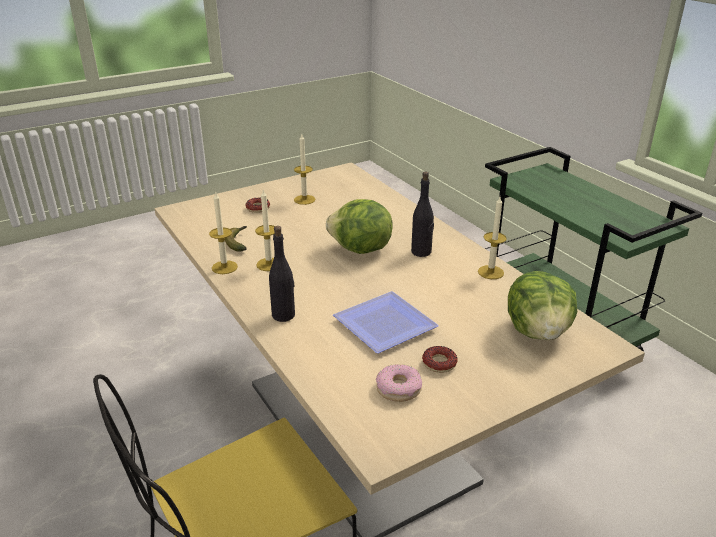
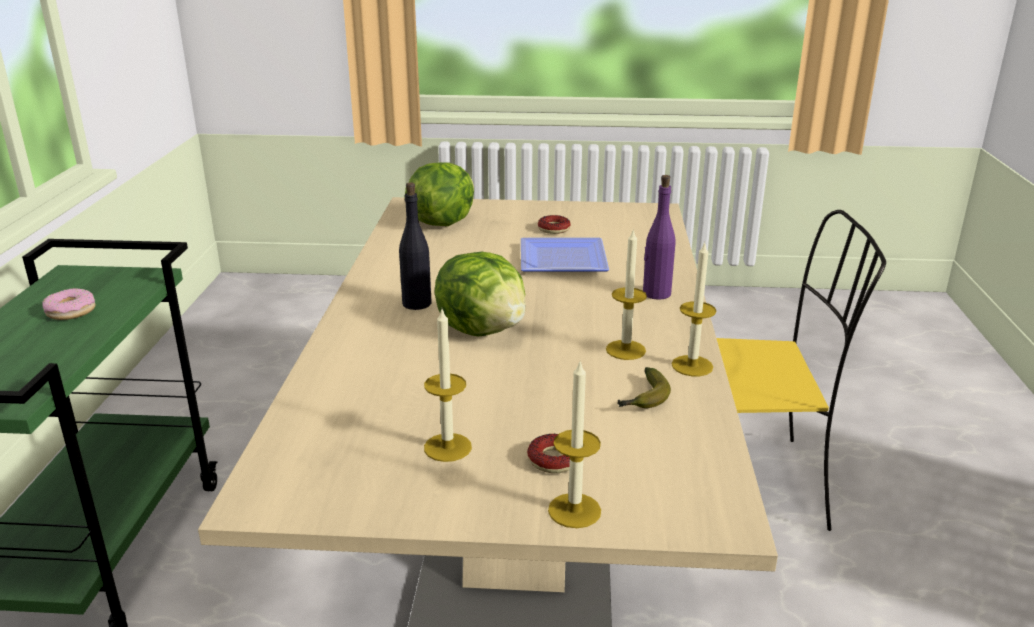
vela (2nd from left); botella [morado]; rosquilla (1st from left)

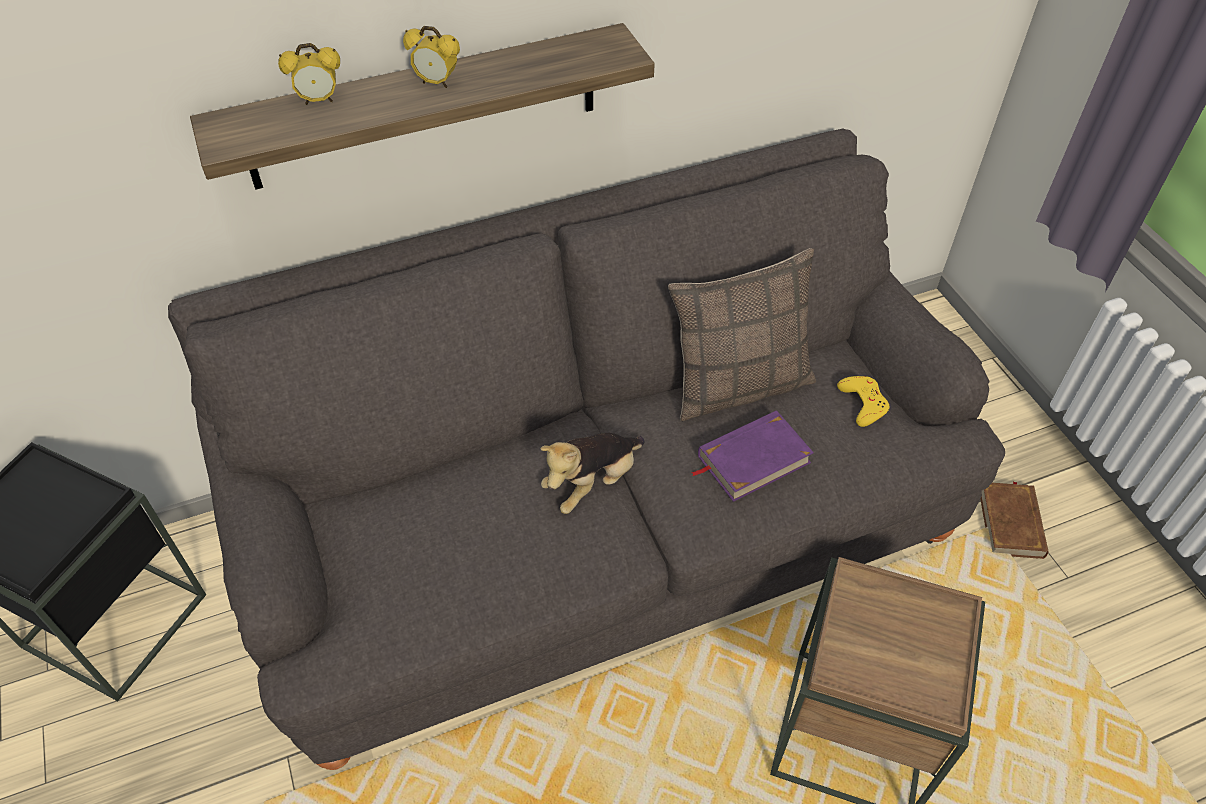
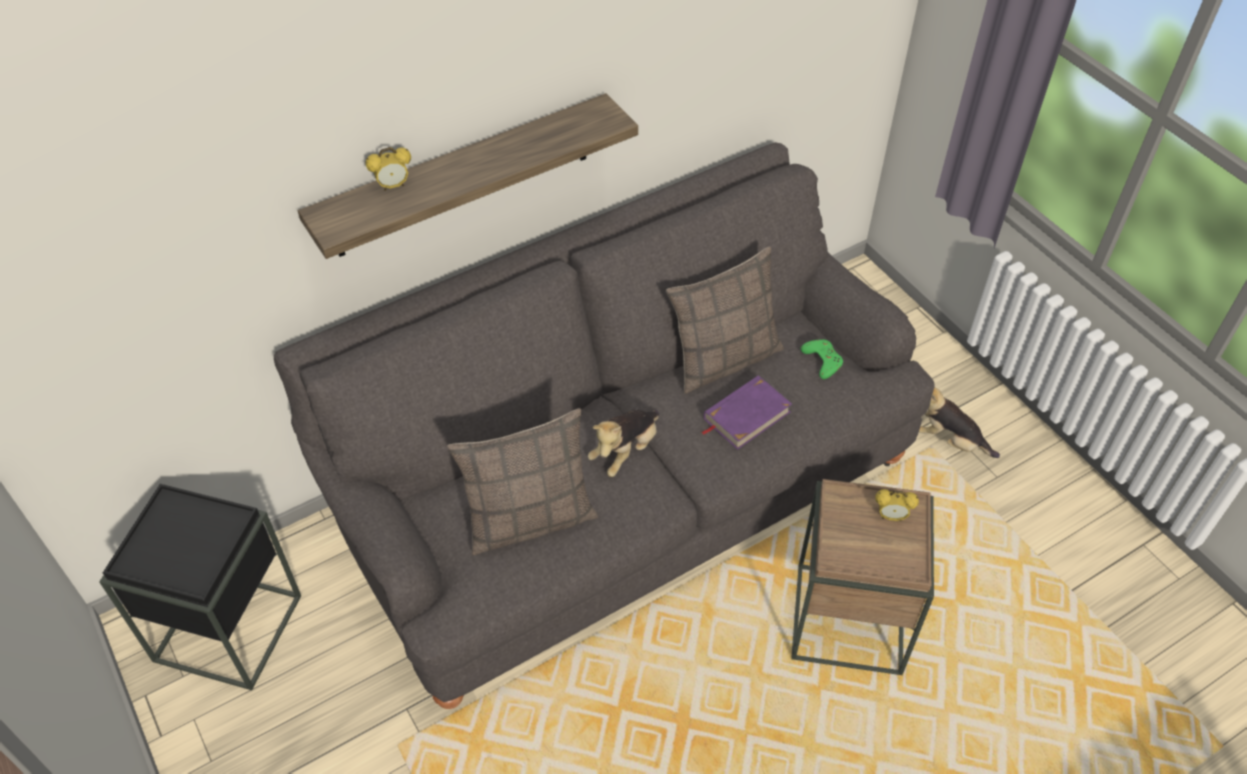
despertador (2nd from left); mando de consola [verde]; peluche (2nd from left); cojín (1st from left)

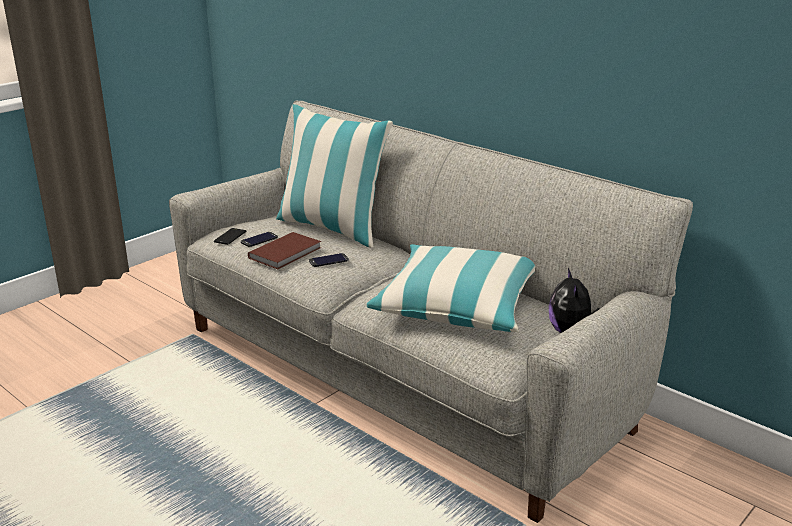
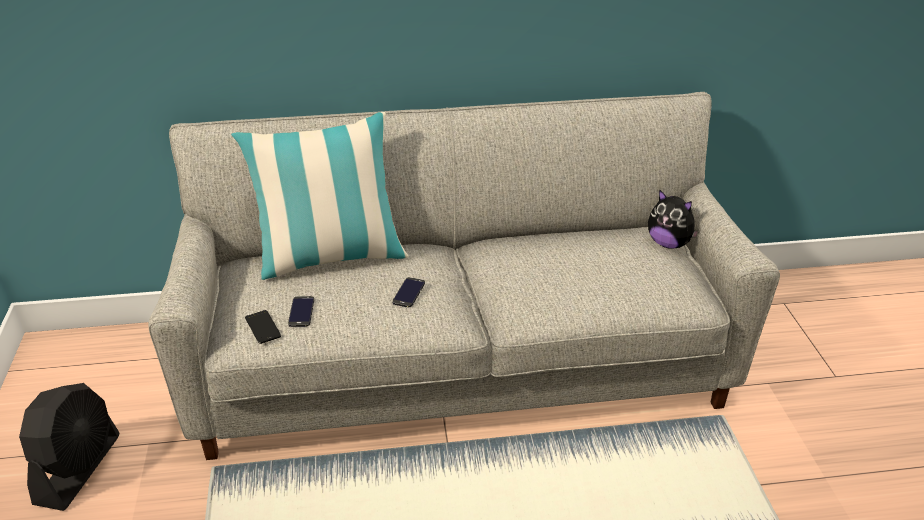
libro [marrón]; cojín (2nd from left in the first image); ventilador [negro]

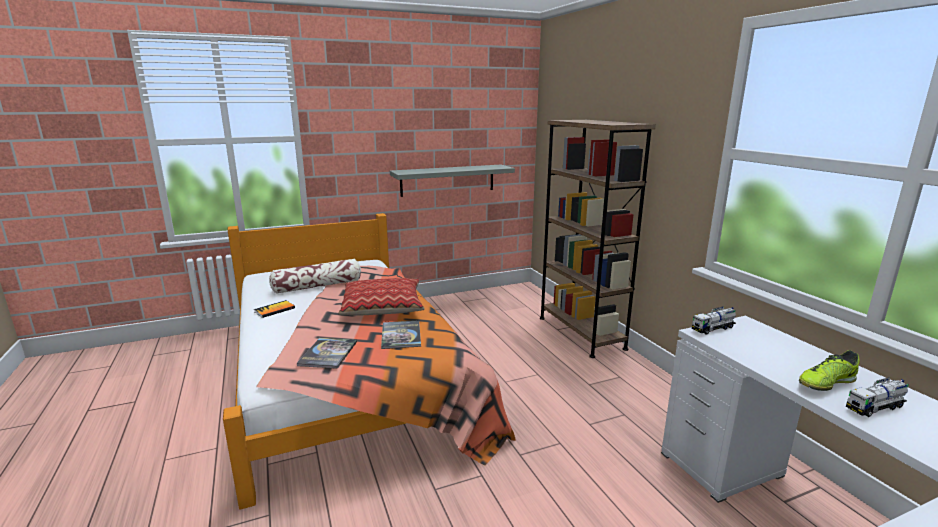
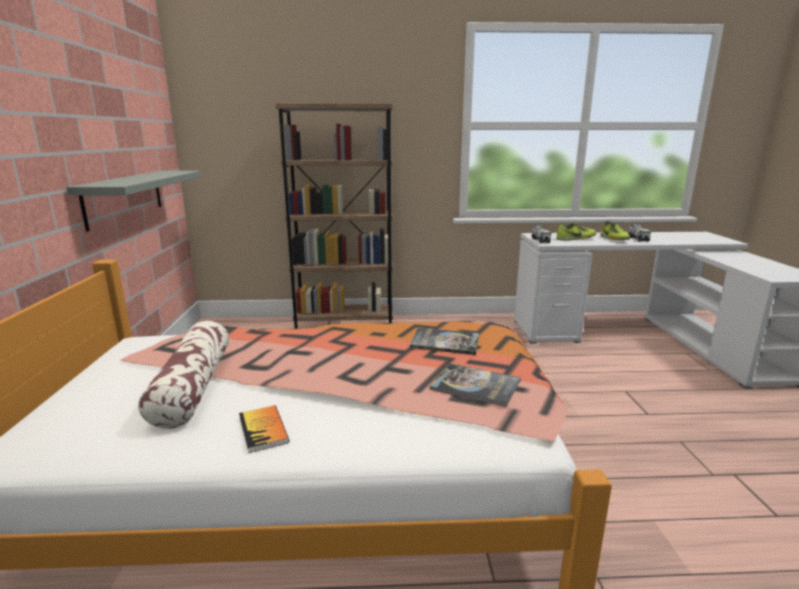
cojín (2nd from left in the first image); zapato (1st from left)

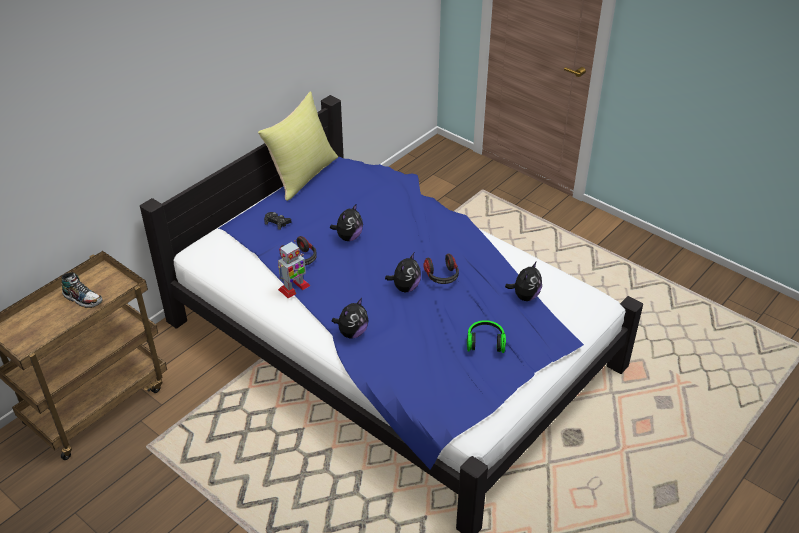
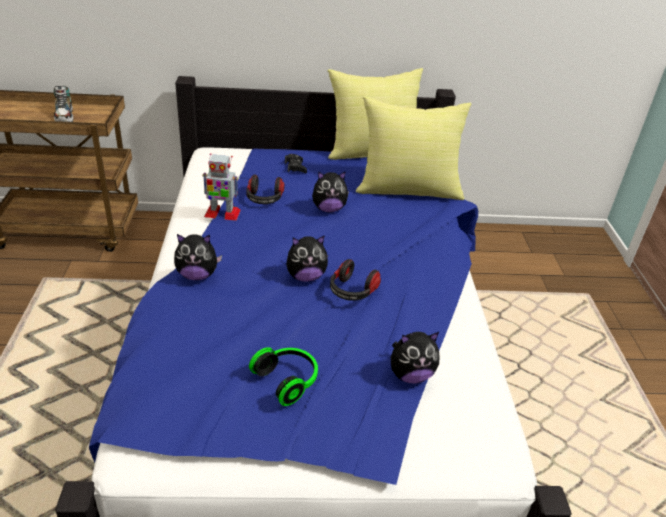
cojín [amarillo] (2nd from left)

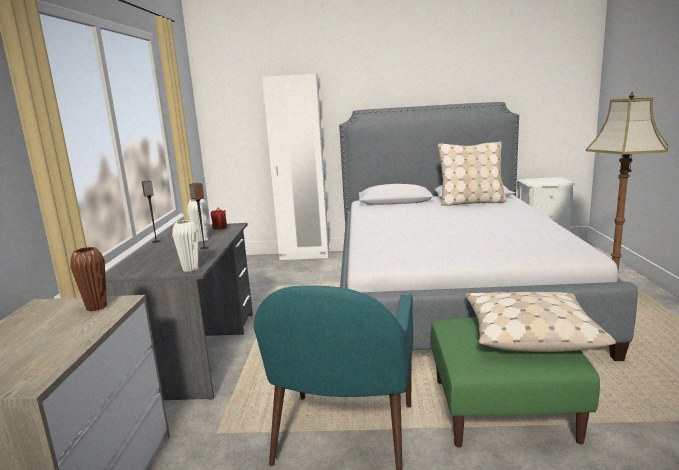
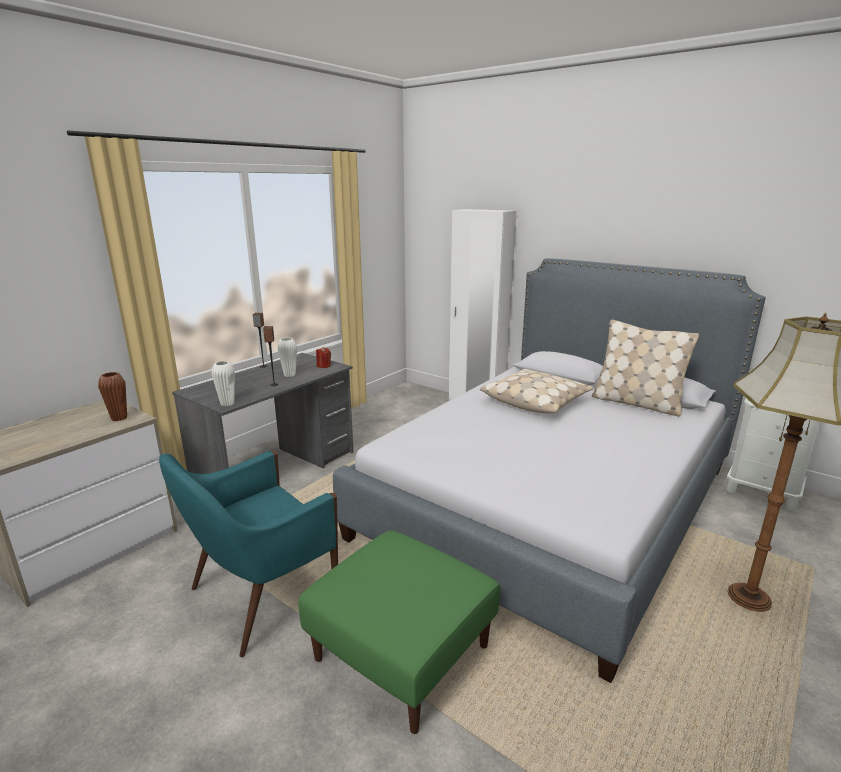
cojín [beis] (1st from left)

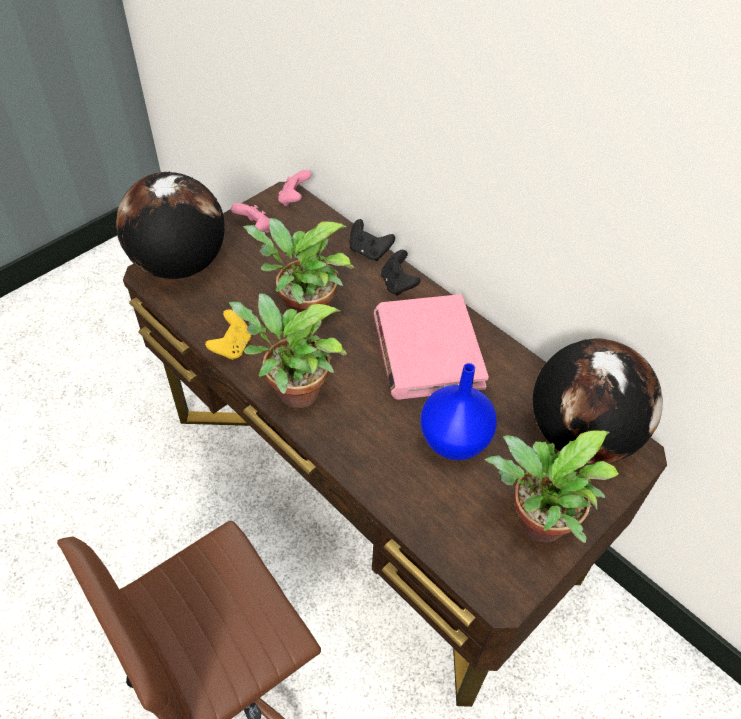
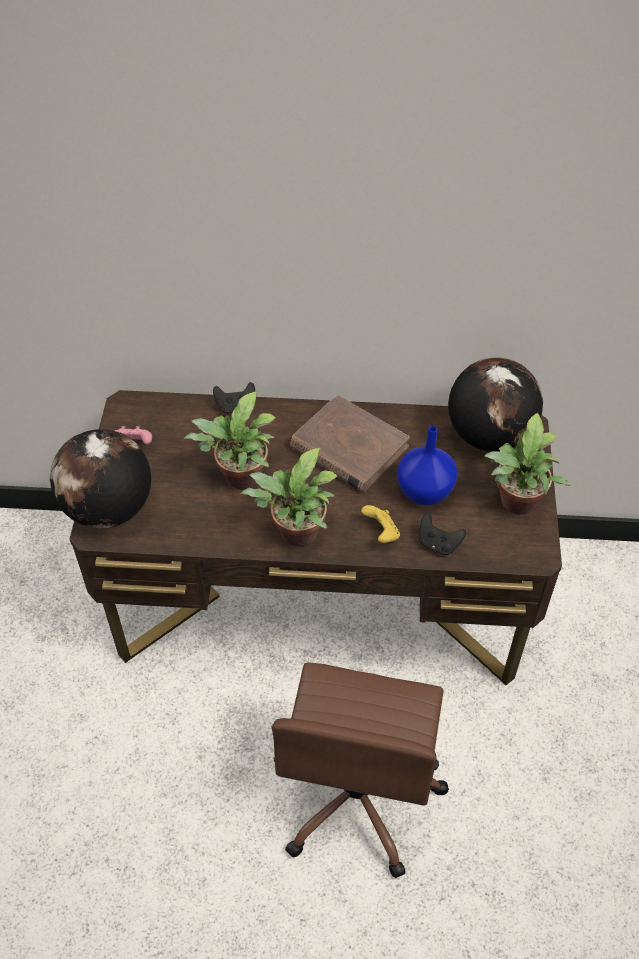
mando de consola [rosa] (2nd from left in the first image); mando de consola [negro] (2nd from left); libro [marrón]; mando de consola [amarillo]

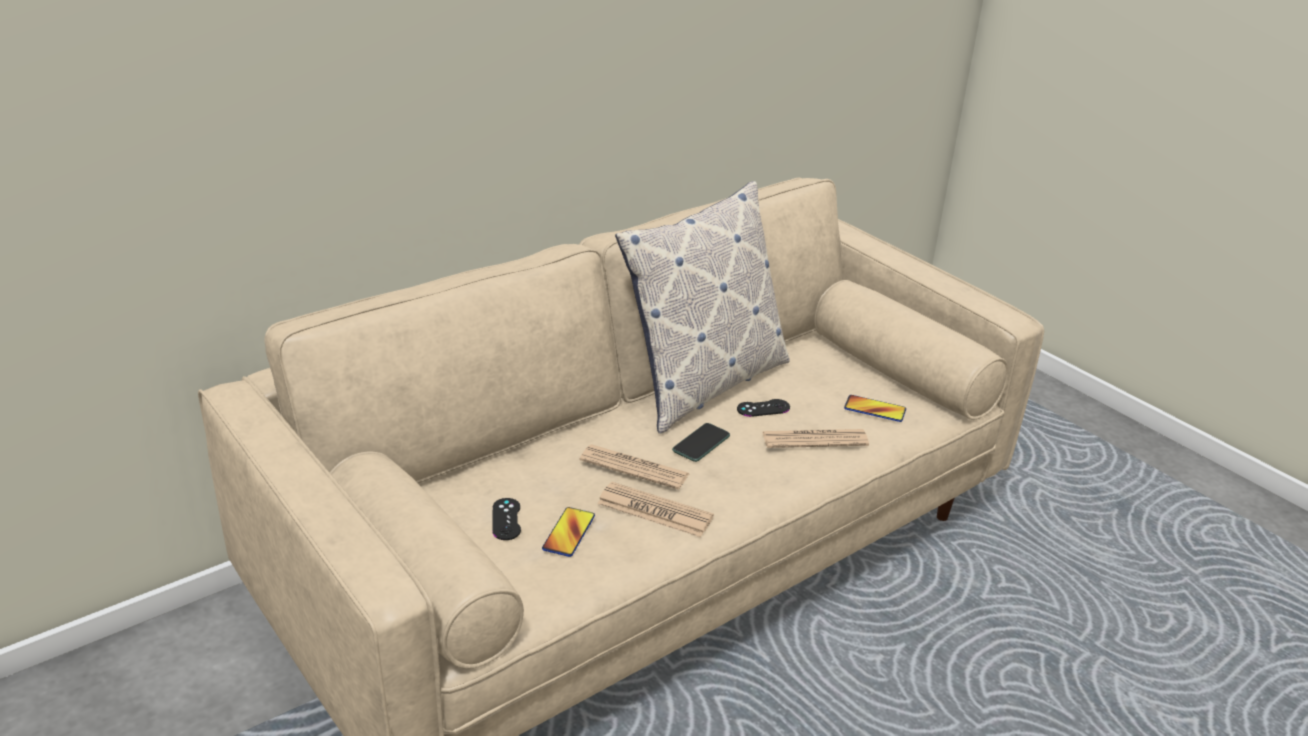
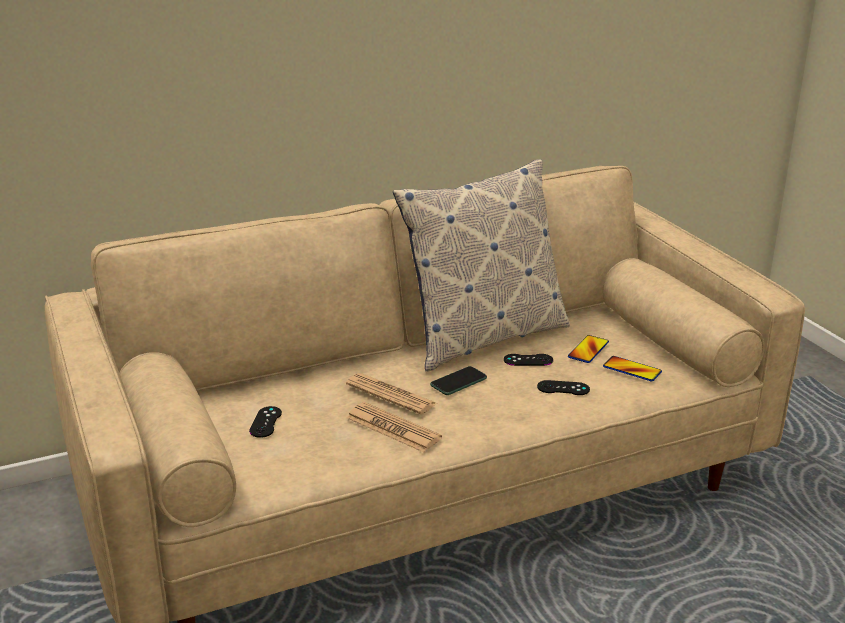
mando de consola [negro] (3rd from left); móvil (2nd from left)

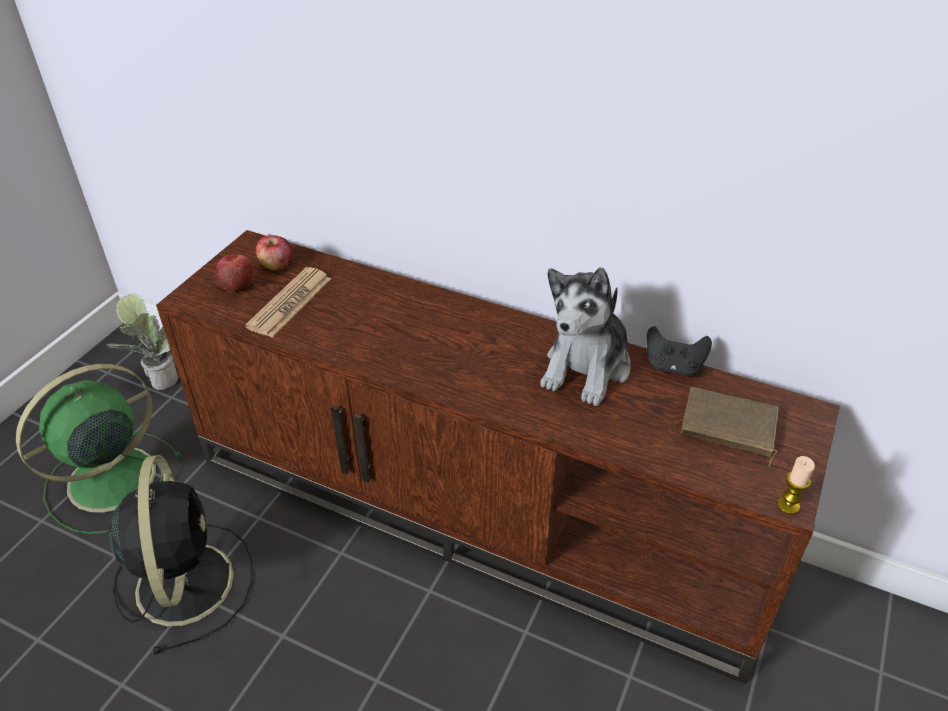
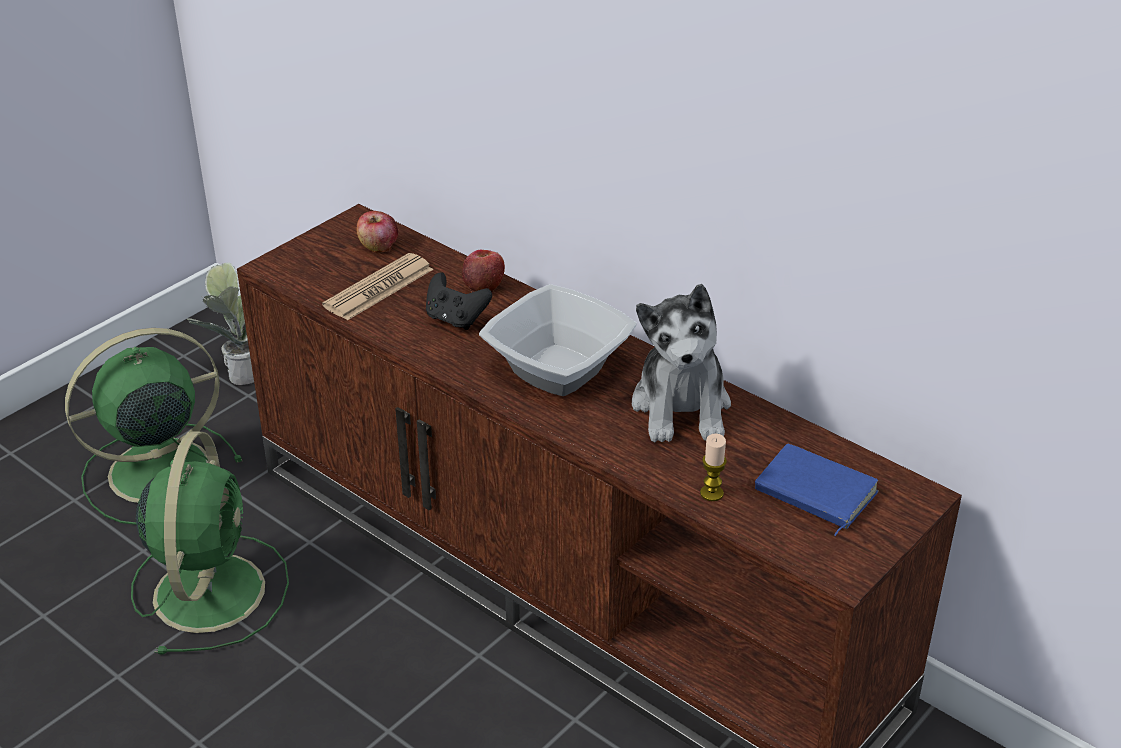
manzana (2nd from left); peluche; mando de consola [negro]; libro [azul]; ventilador [verde] (2nd from left); vela; cuenco

